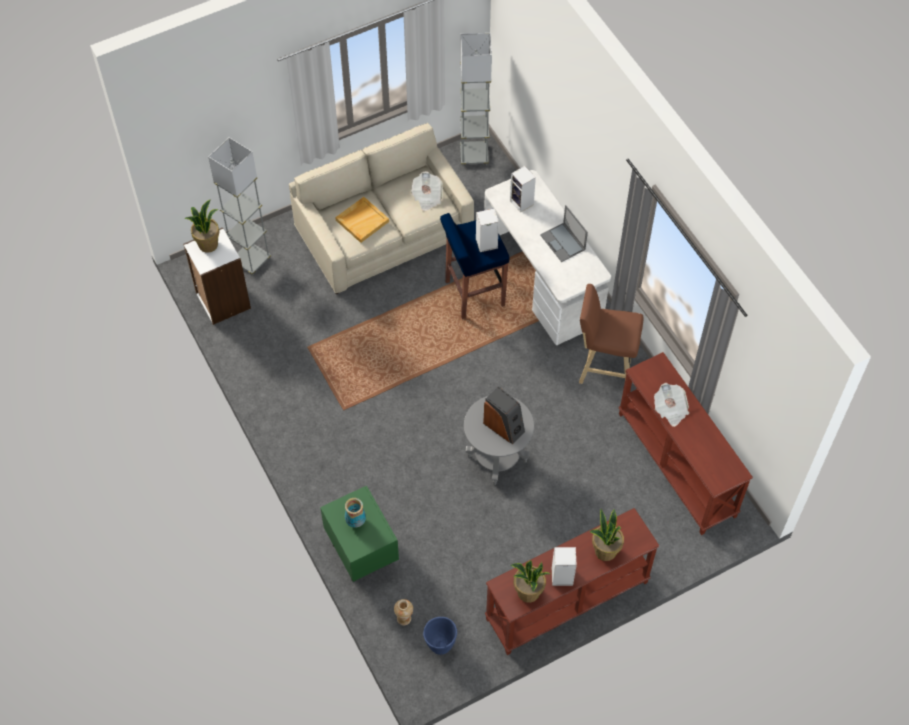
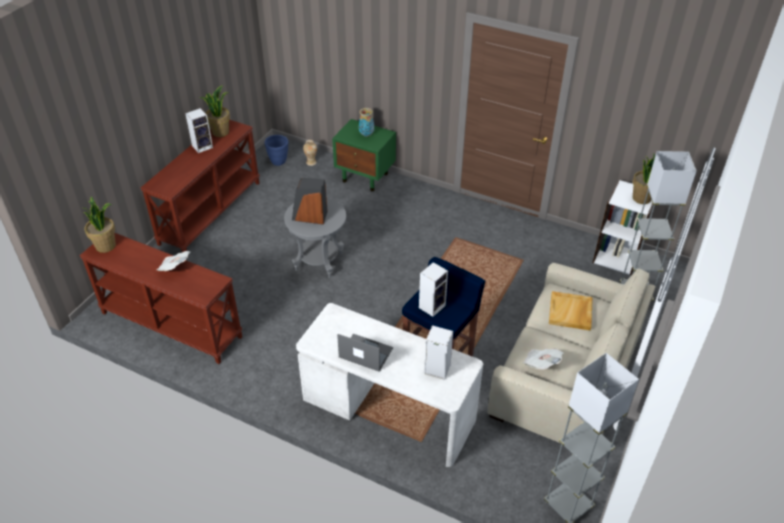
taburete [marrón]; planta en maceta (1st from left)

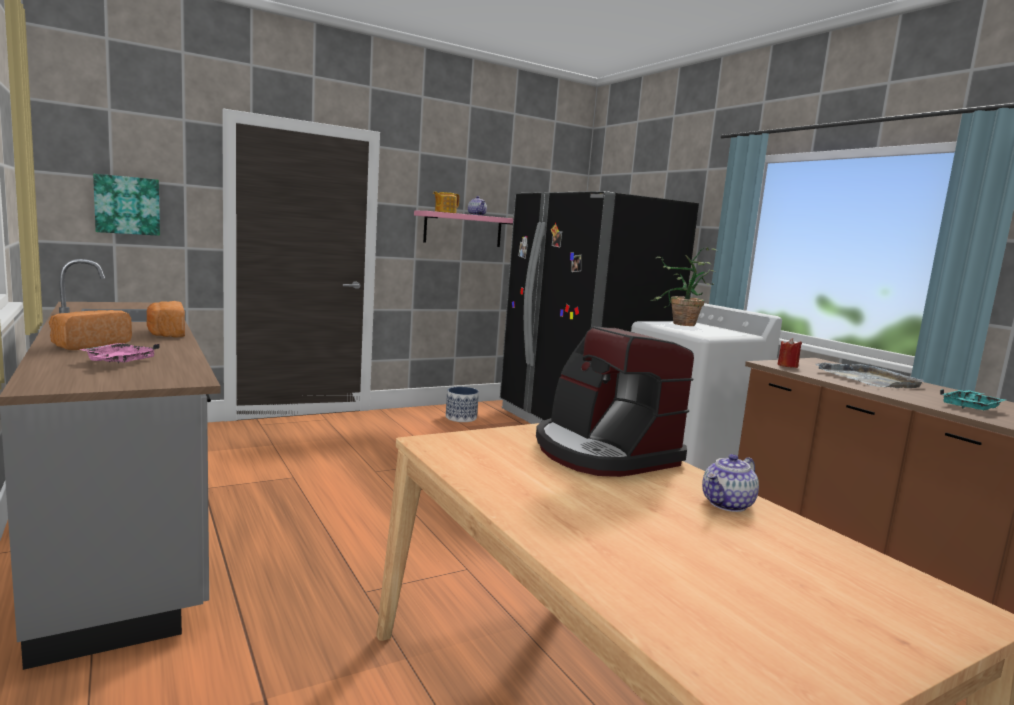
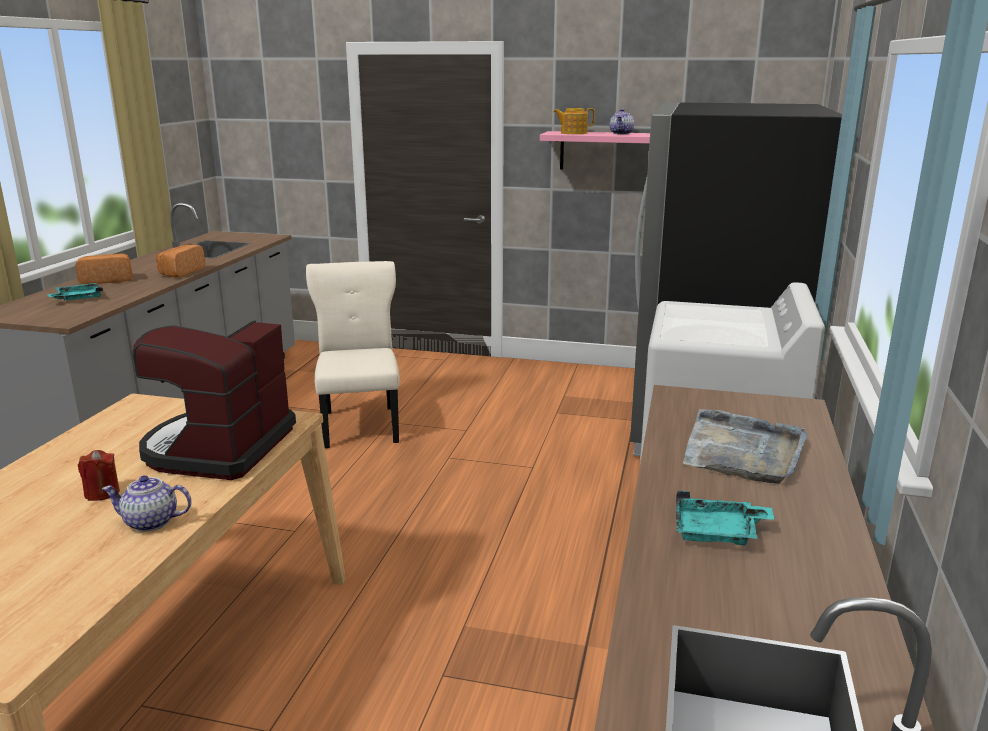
cuadro; planta en maceta; vela [rojo]; bandeja [turquesa] (1st from left); maceta; silla [beis]

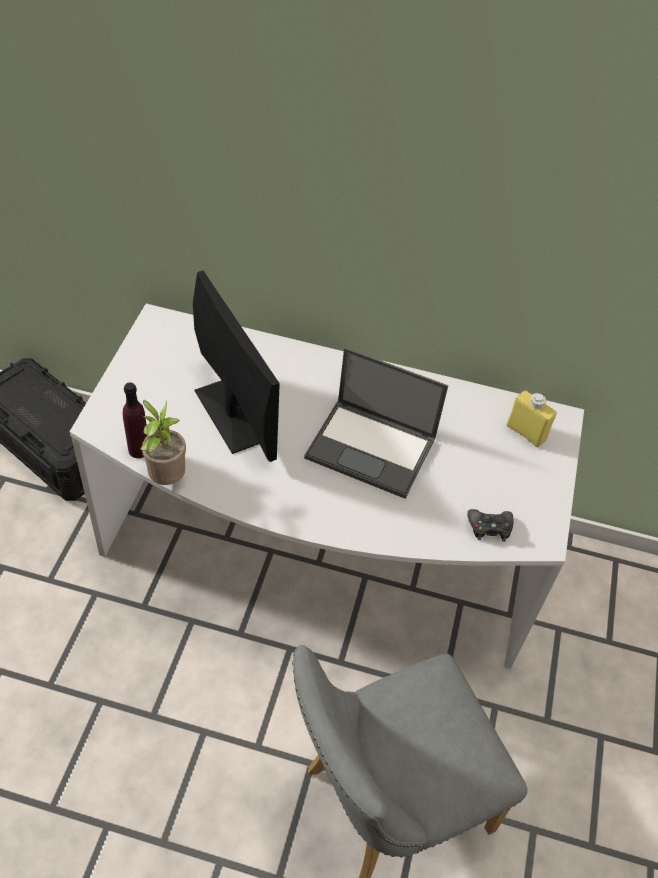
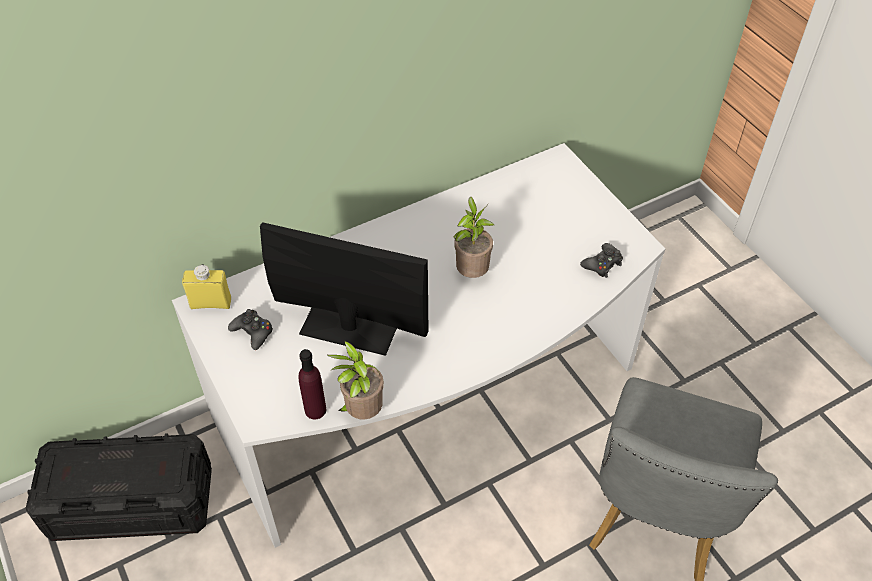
planta en maceta (2nd from left); botella [amarillo]; mando de consola [negro] (1st from left)

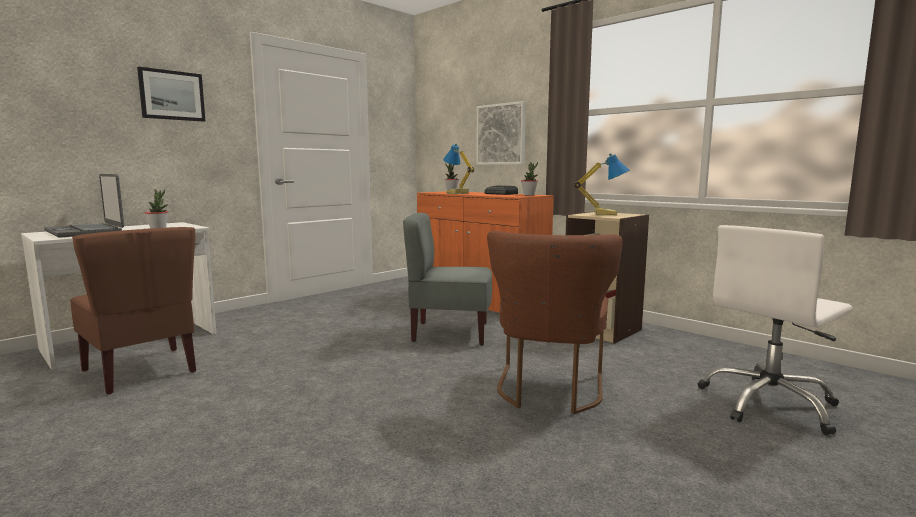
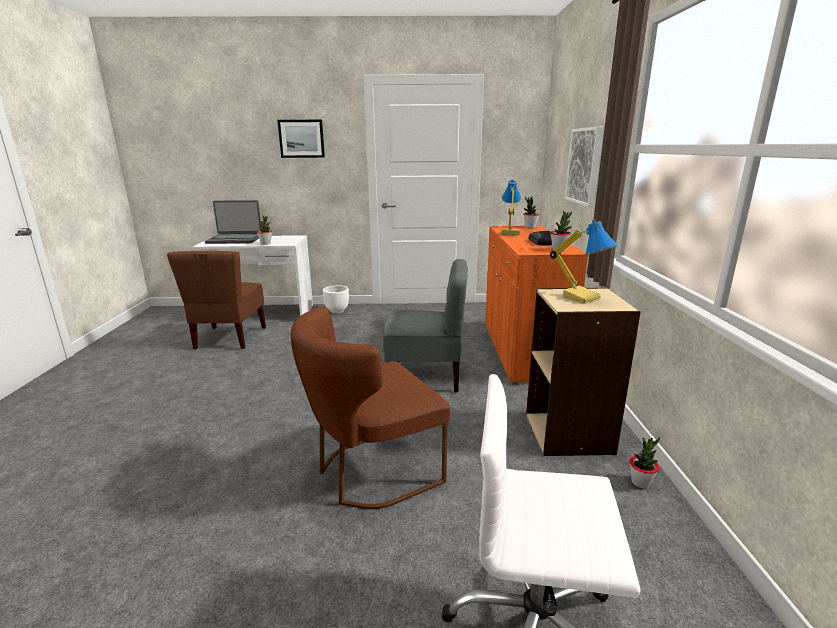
portátil; silla [gris]; maceta [blanco]; planta en maceta (4th from left)

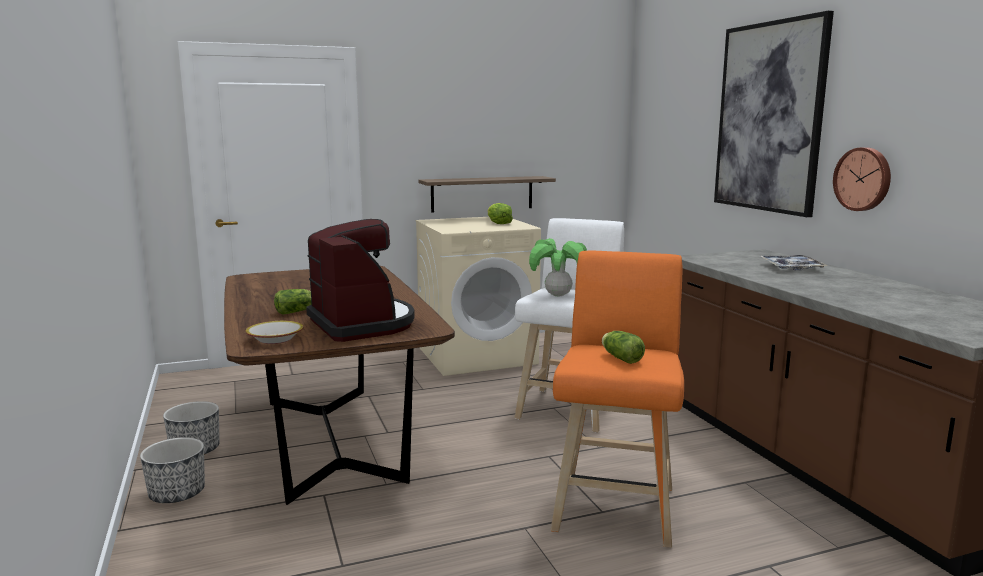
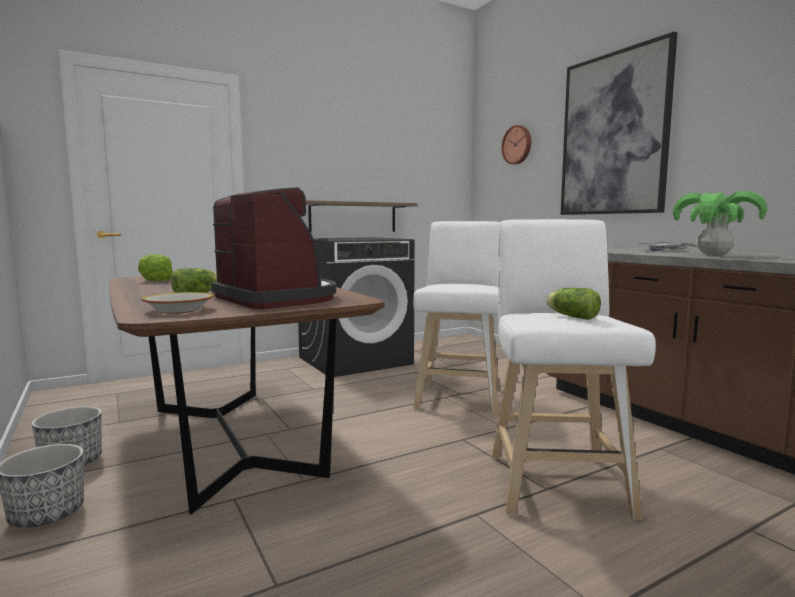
reloj de pared; lechuga (1st from left); lavadora [negro]; planta en maceta; taburete [blanco] (2nd from left)

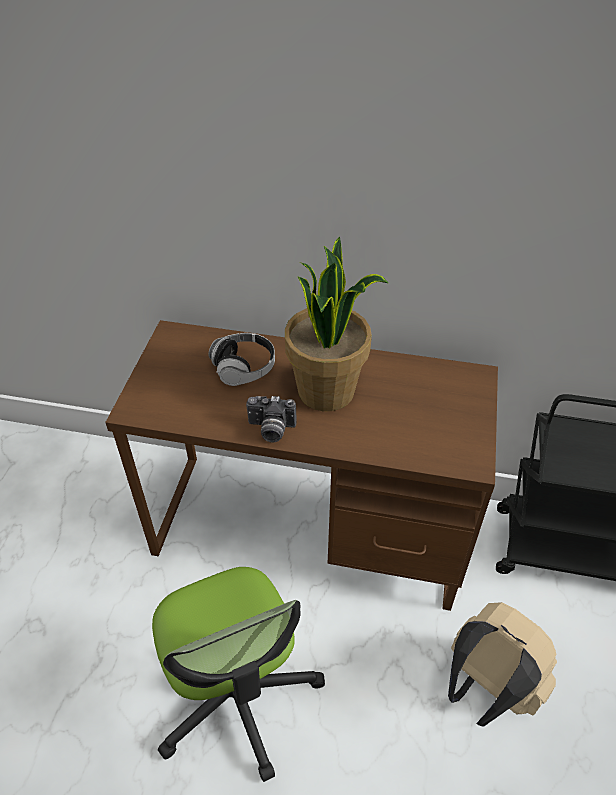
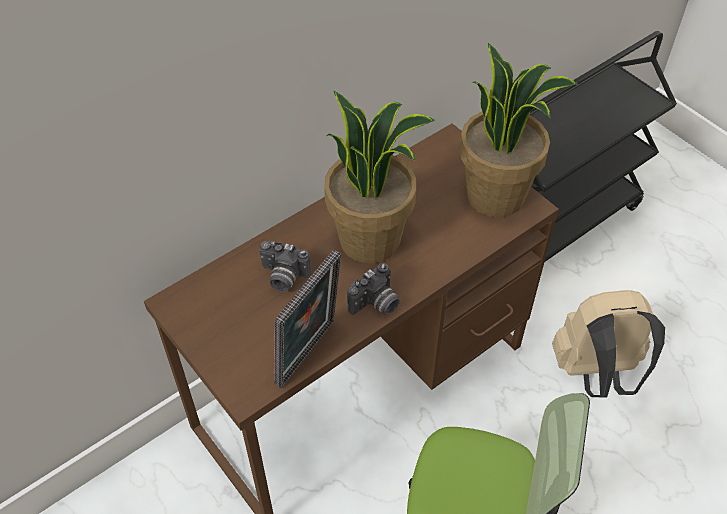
cámara (1st from left); planta en maceta (2nd from left); portarretratos

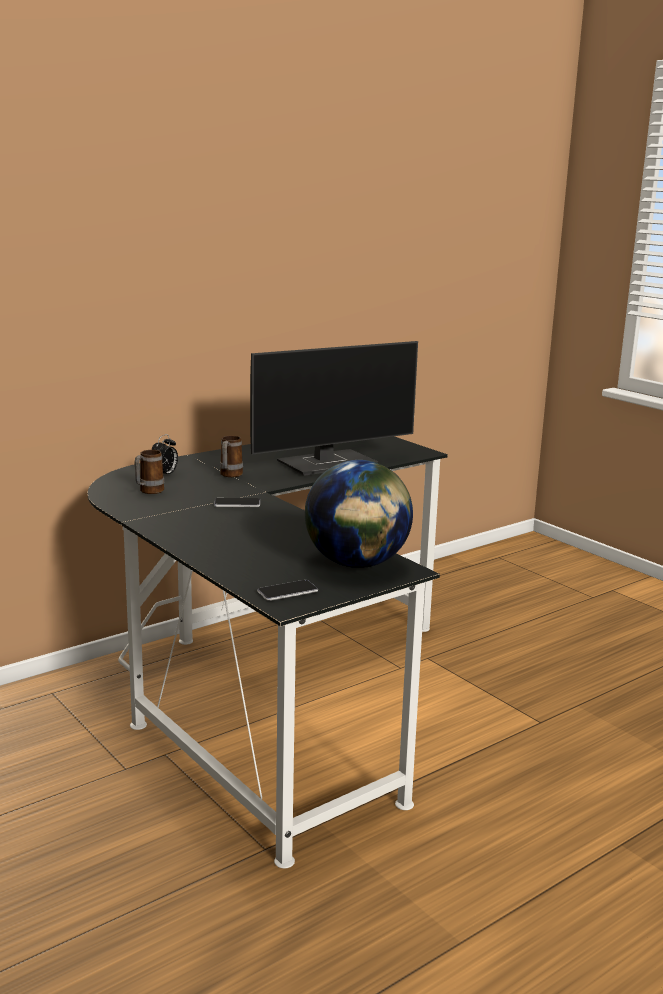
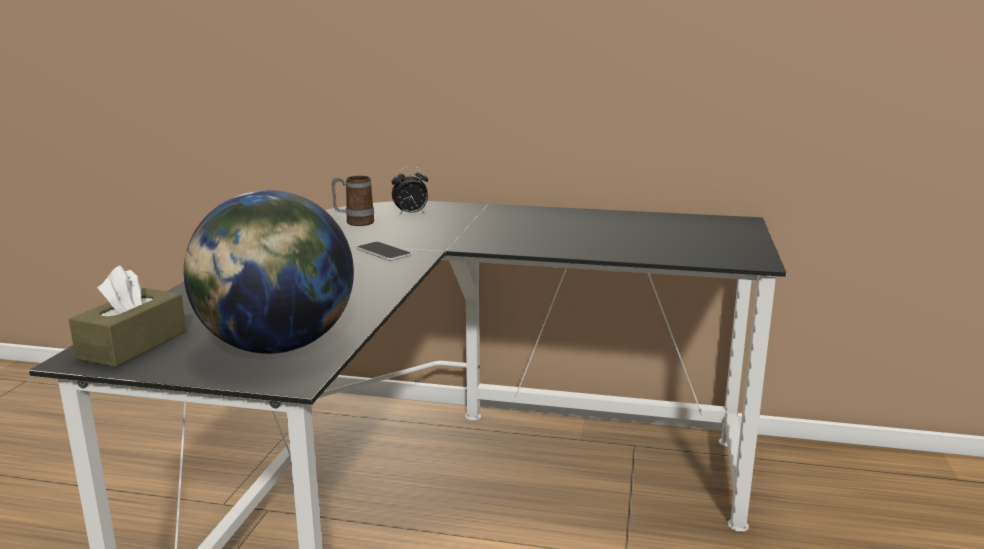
monitor; taza grande (2nd from left in the first image); caja de pañuelos [marrón]

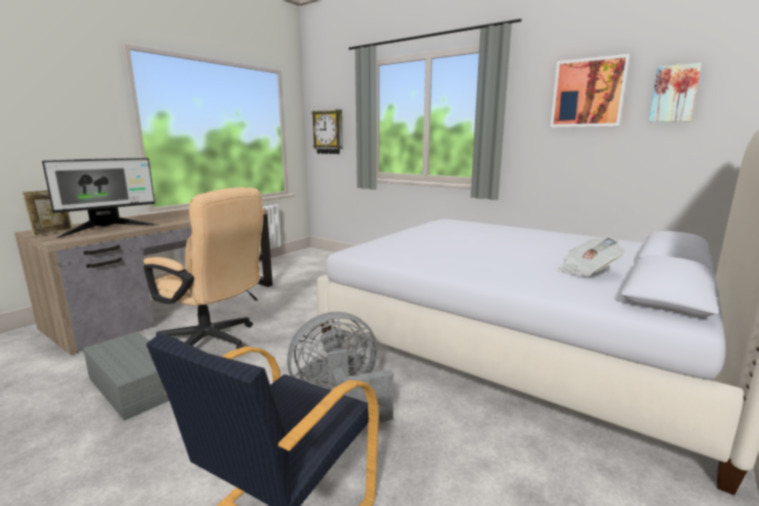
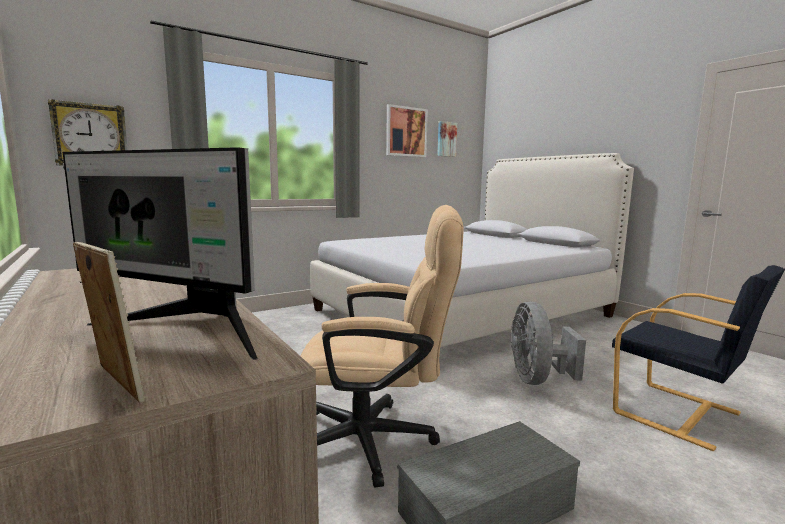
monitor; silla de oficina [beis]; periódico

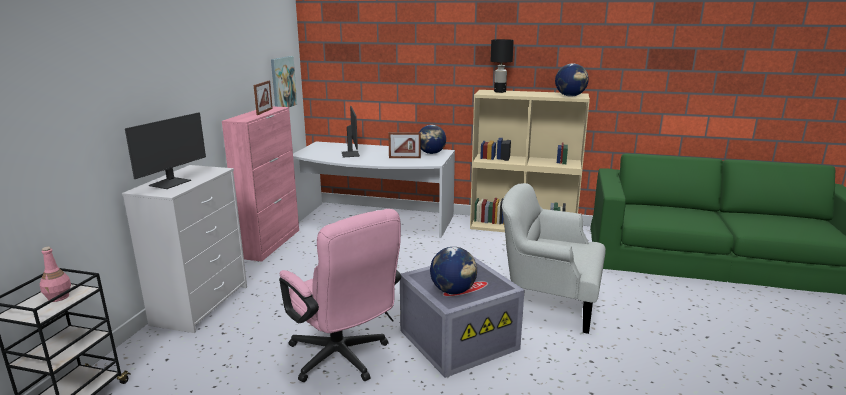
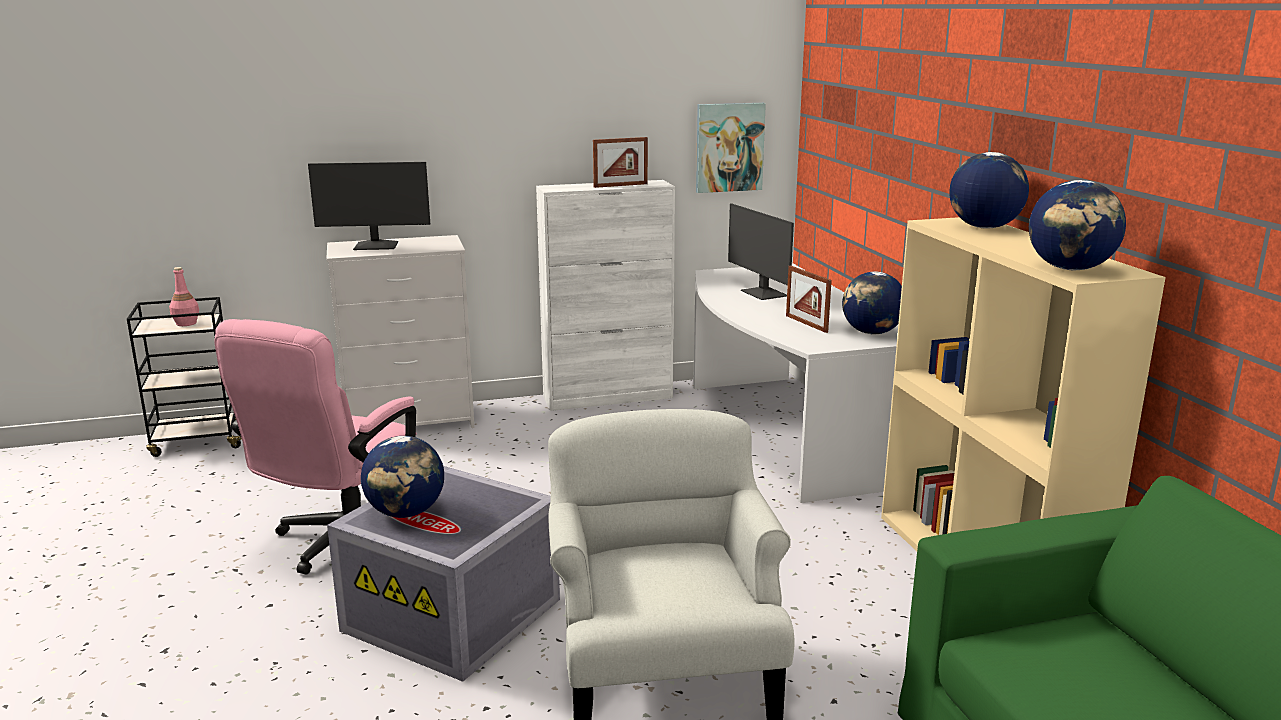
globo terráqueo (3rd from left); armario [blanco]; monitor (2nd from left)

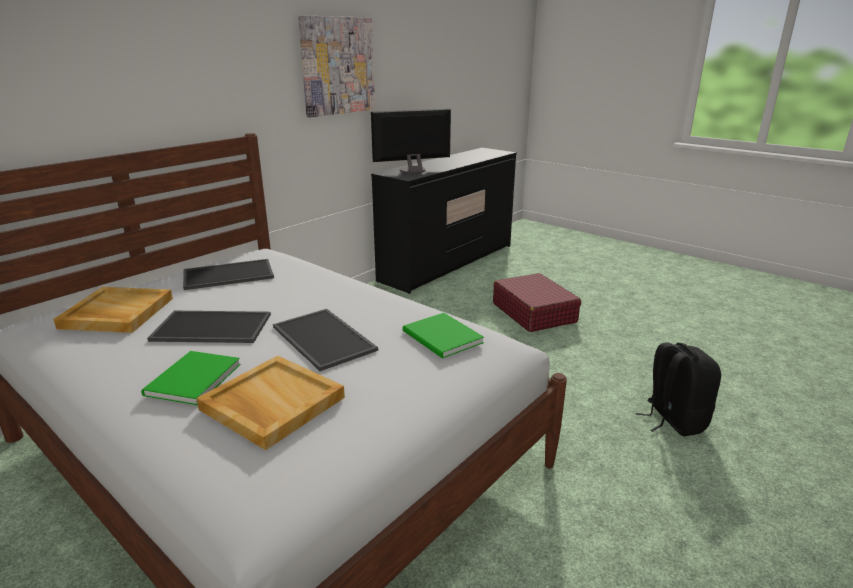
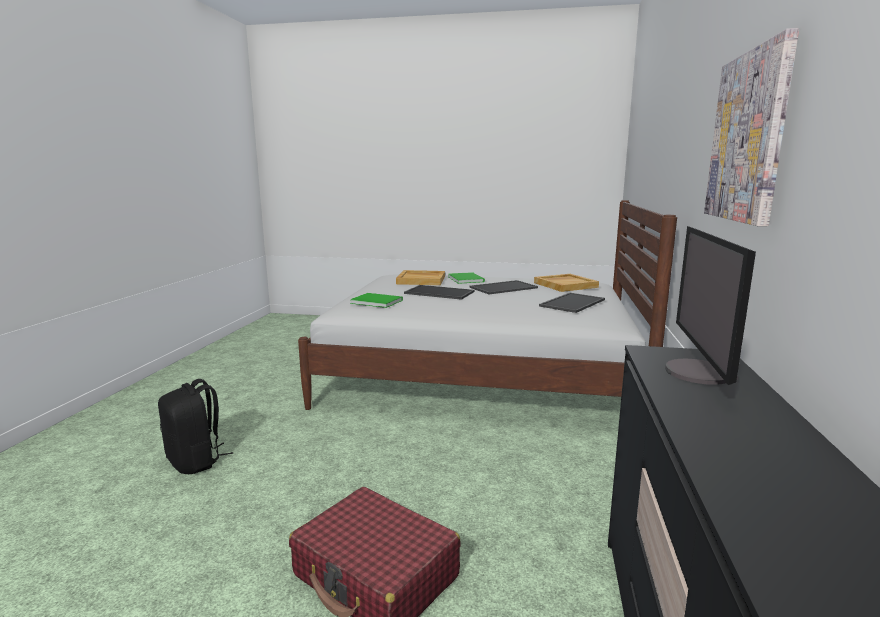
monitor

